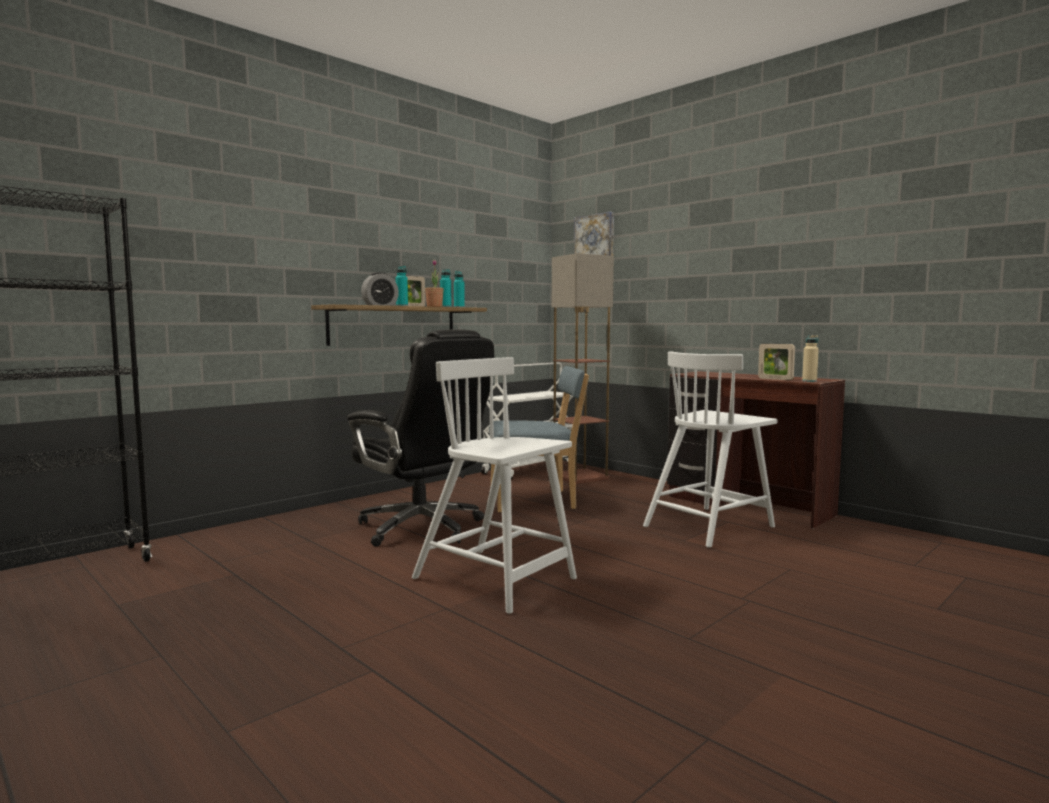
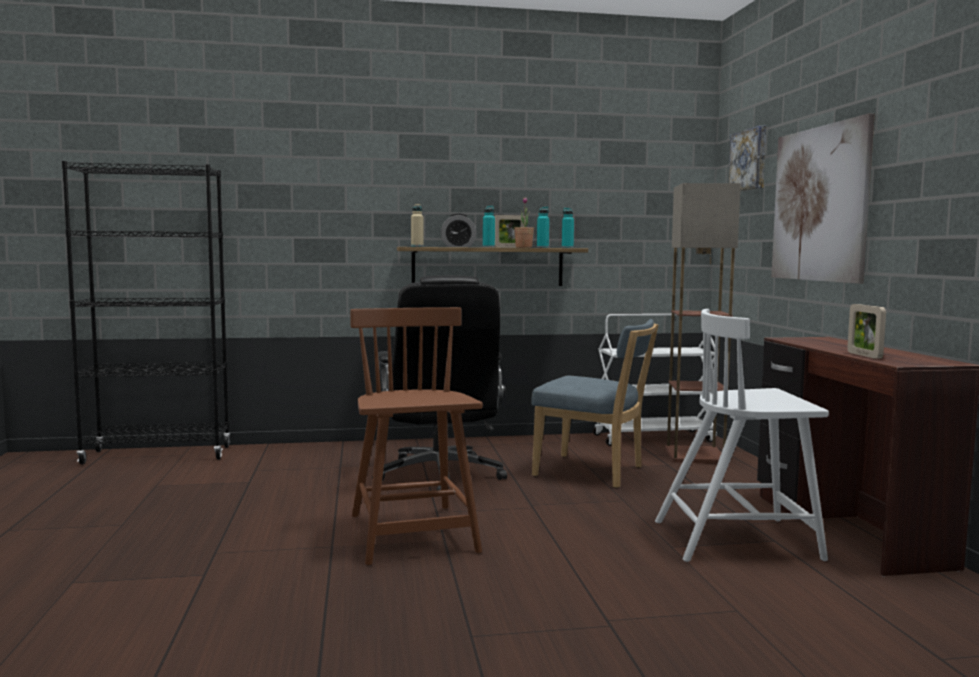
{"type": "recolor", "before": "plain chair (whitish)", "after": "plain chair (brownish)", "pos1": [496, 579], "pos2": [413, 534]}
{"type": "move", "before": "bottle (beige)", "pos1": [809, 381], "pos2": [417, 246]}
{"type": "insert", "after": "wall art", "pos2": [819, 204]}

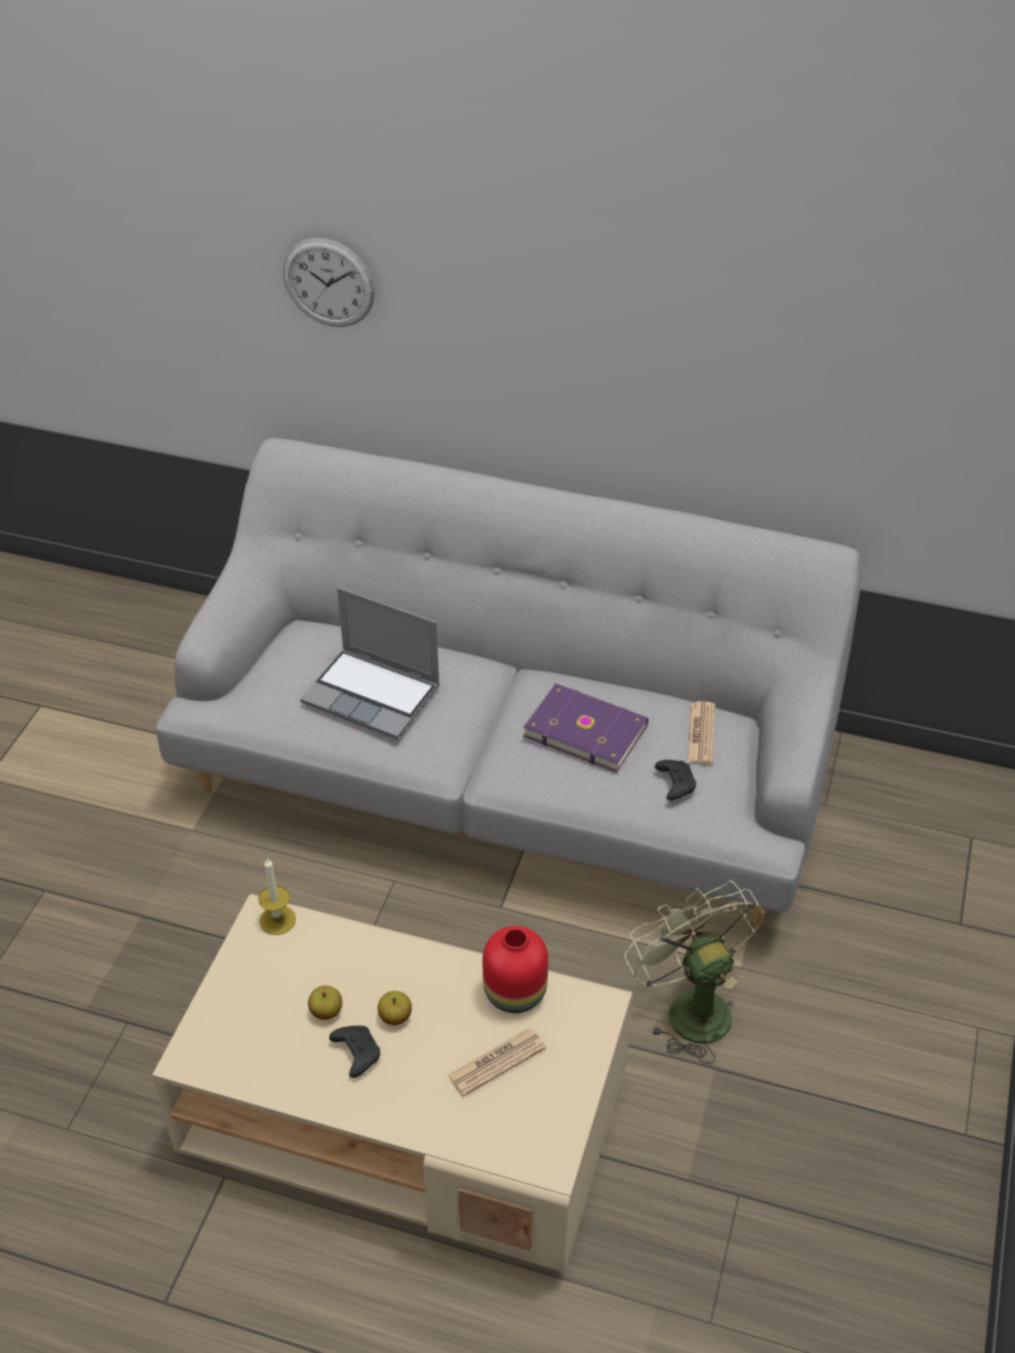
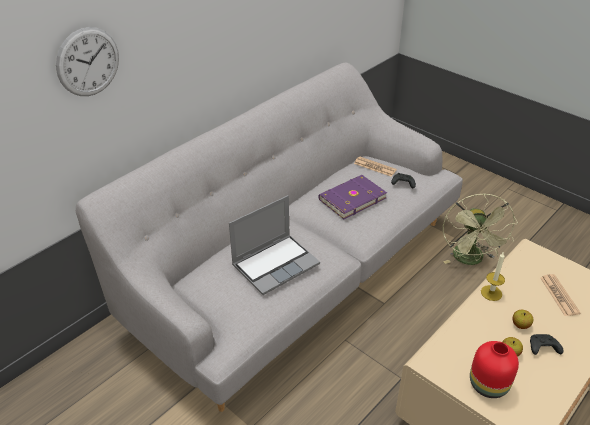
{"type": "move", "before": "wax light", "pos1": [277, 920], "pos2": [491, 293]}
{"type": "move", "before": "vase (red)", "pos1": [514, 991], "pos2": [487, 384]}
{"type": "rotate", "before": "fan (greenish)", "pos1": [689, 1006], "pos2": [470, 260], "turn": -90}

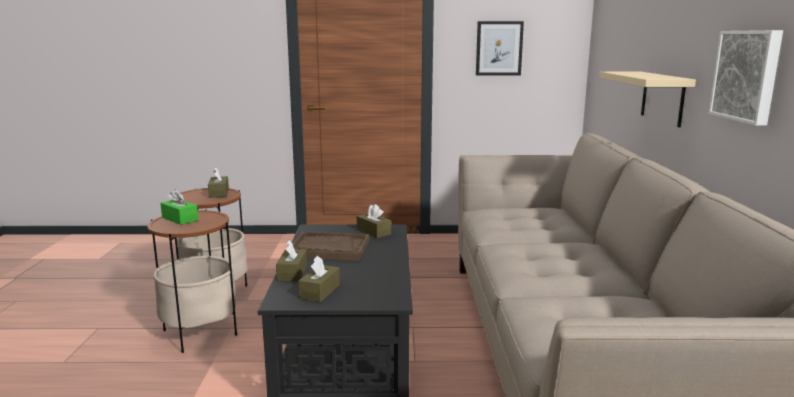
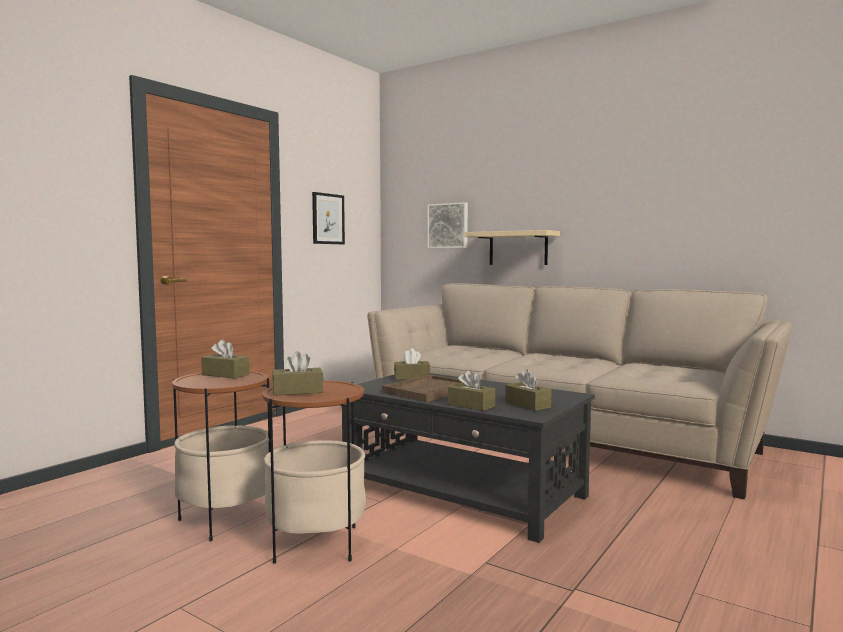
{"type": "recolor", "before": "box of tissues (greenish)", "after": "box of tissues (brownish)", "pos1": [180, 219], "pos2": [297, 391]}
{"type": "move", "before": "wall art", "pos1": [747, 75], "pos2": [448, 226]}

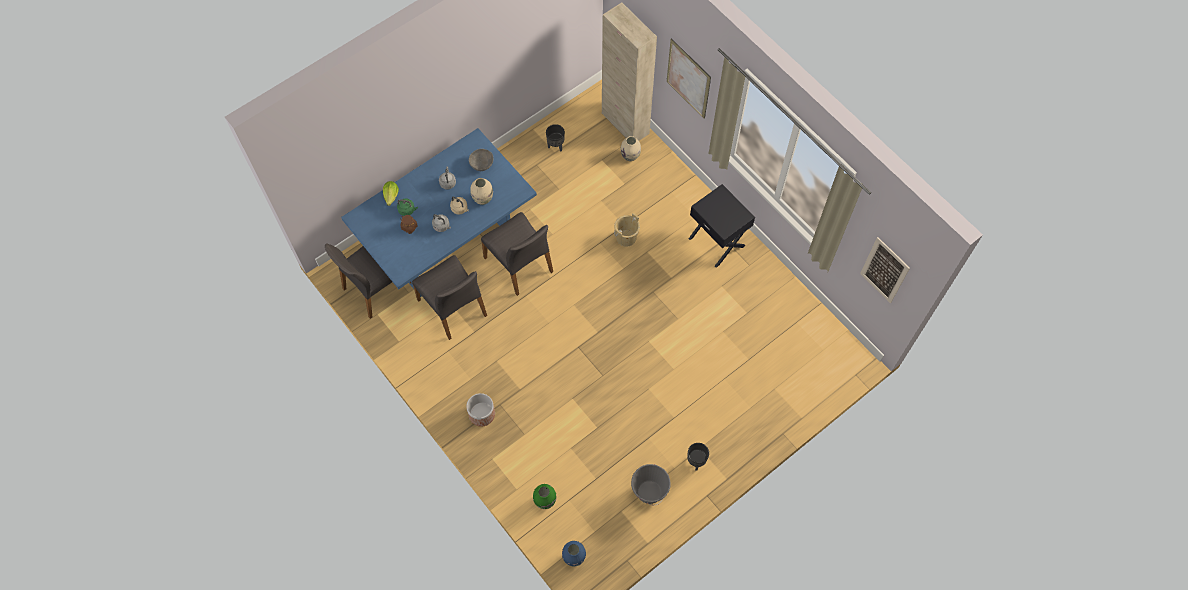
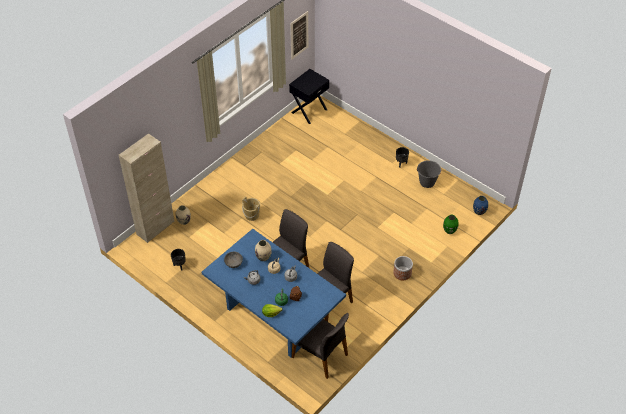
{"type": "delete", "before": "wall art", "pos1": [688, 79]}
{"type": "move", "before": "night table (blackish)", "pos1": [717, 241], "pos2": [309, 111]}

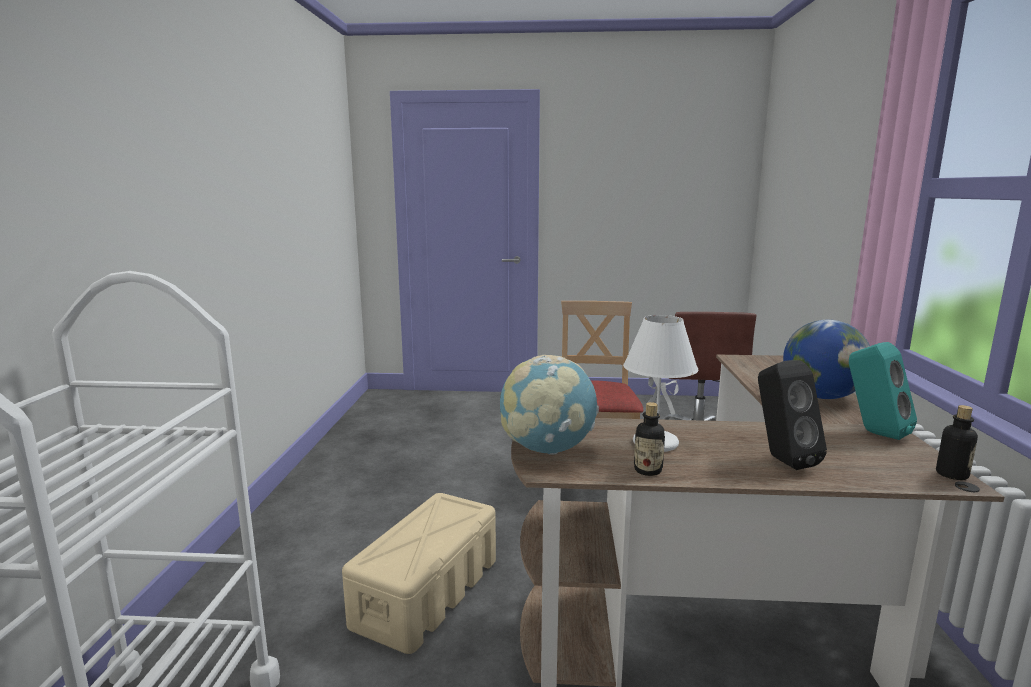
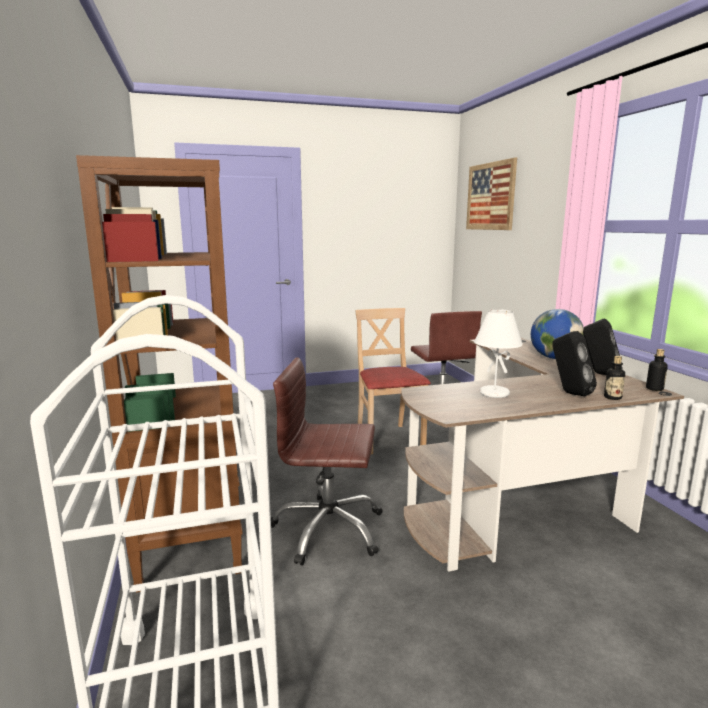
{"type": "replace", "before": "storage container (beige)", "after": "computer chair (brownish)", "pos1": [428, 591], "pos2": [328, 530]}
{"type": "delete", "before": "desk globe", "pos1": [547, 449]}
{"type": "move", "before": "bottle", "pos1": [647, 470], "pos2": [612, 397]}
{"type": "recolor", "before": "audio speaker (blue-green)", "after": "audio speaker (blackish)", "pos1": [873, 432], "pos2": [599, 373]}
{"type": "insert", "after": "bookshelf (brownish)", "pos2": [191, 543]}
{"type": "insert", "after": "wall art", "pos2": [490, 196]}

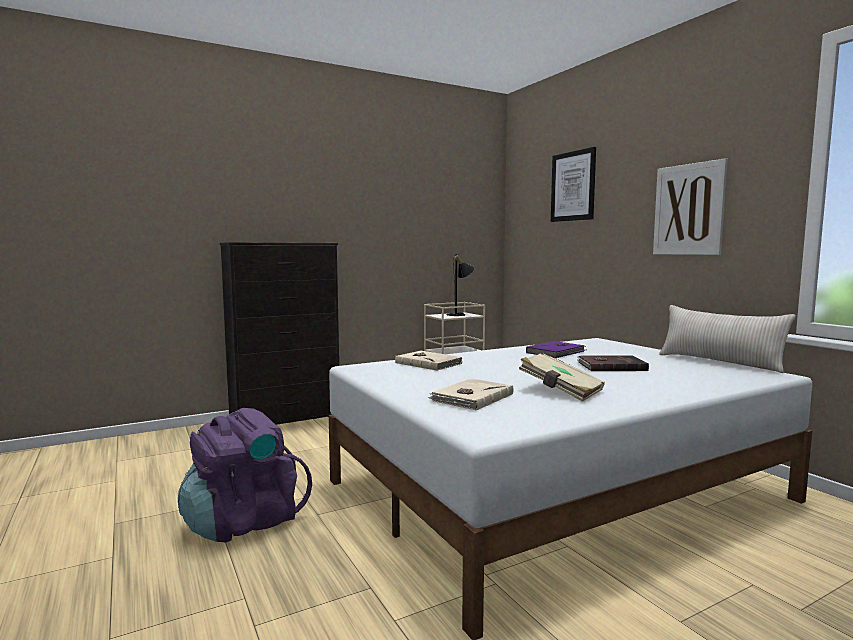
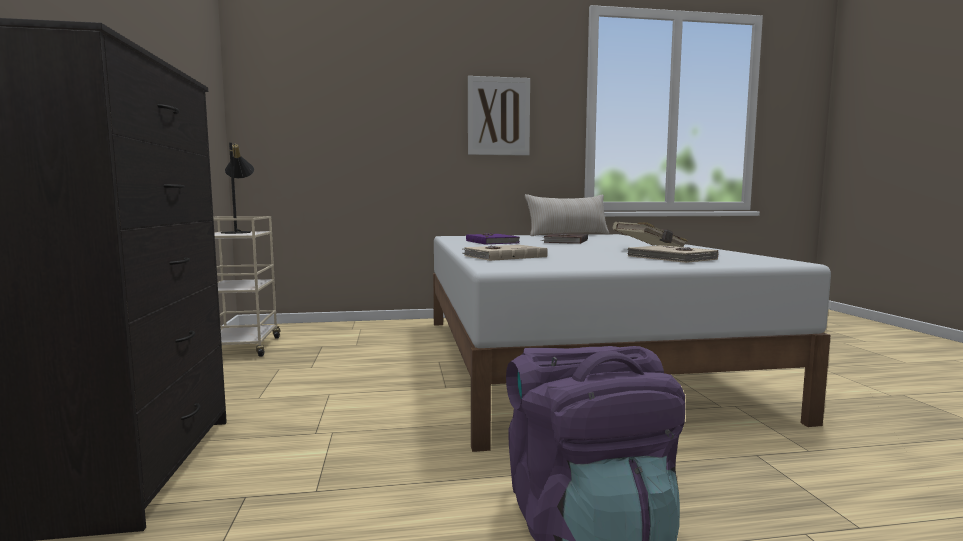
{"type": "delete", "before": "wall art", "pos1": [573, 186]}

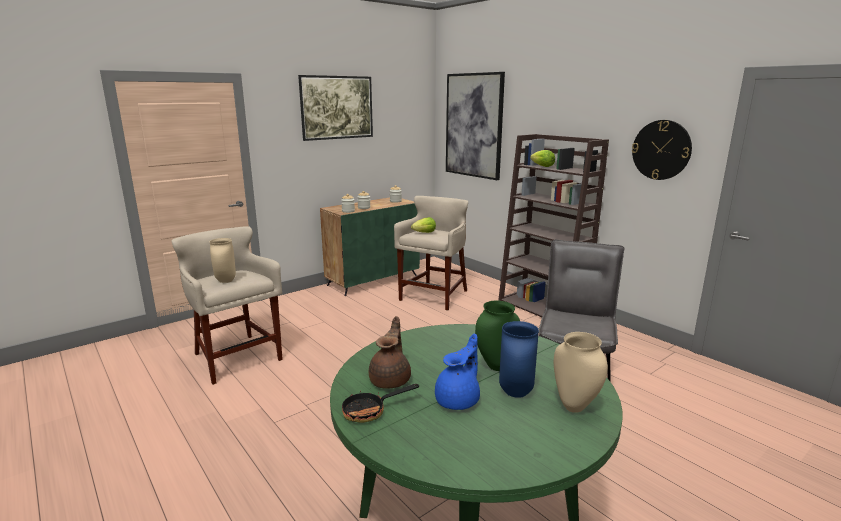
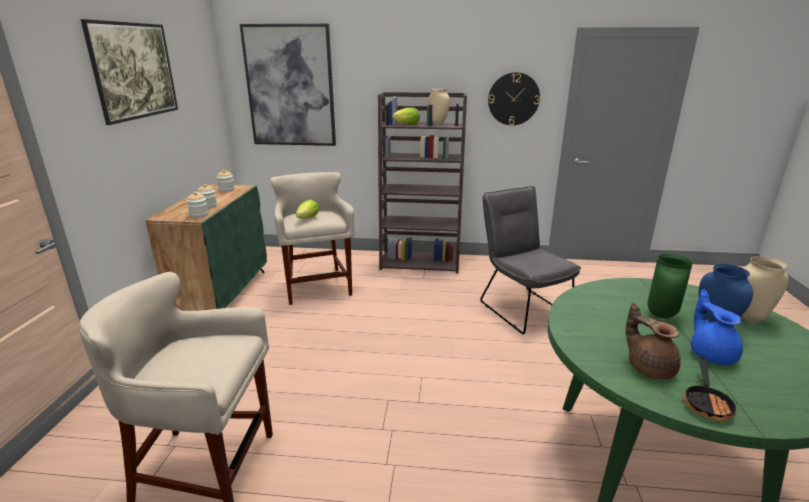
{"type": "move", "before": "vase (beige)", "pos1": [225, 281], "pos2": [437, 124]}

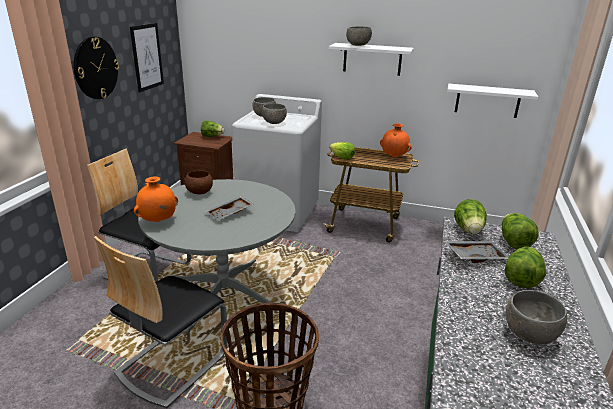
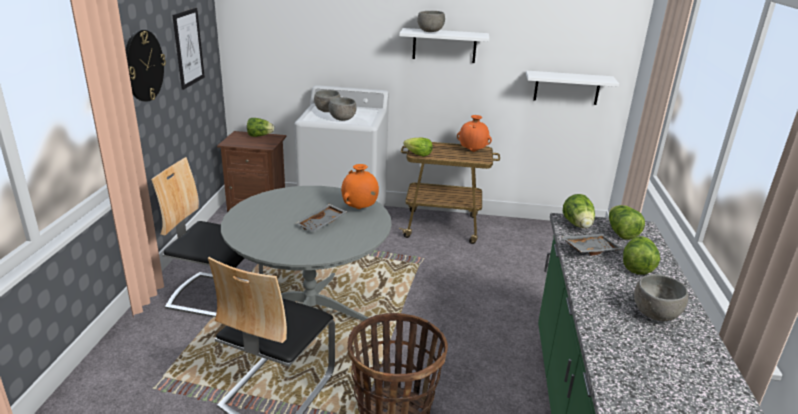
{"type": "move", "before": "vase (orange-coloured)", "pos1": [158, 221], "pos2": [359, 208]}
{"type": "delete", "before": "bowl (brownish)", "pos1": [199, 193]}

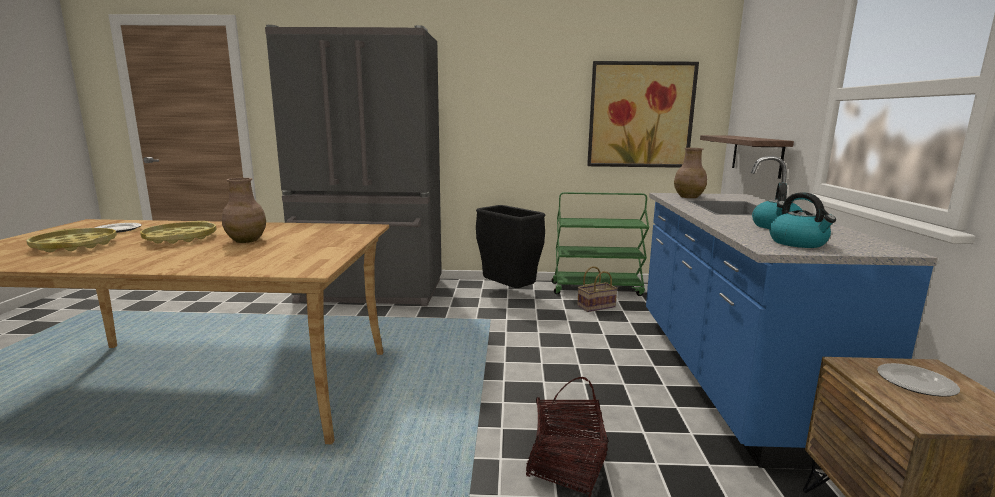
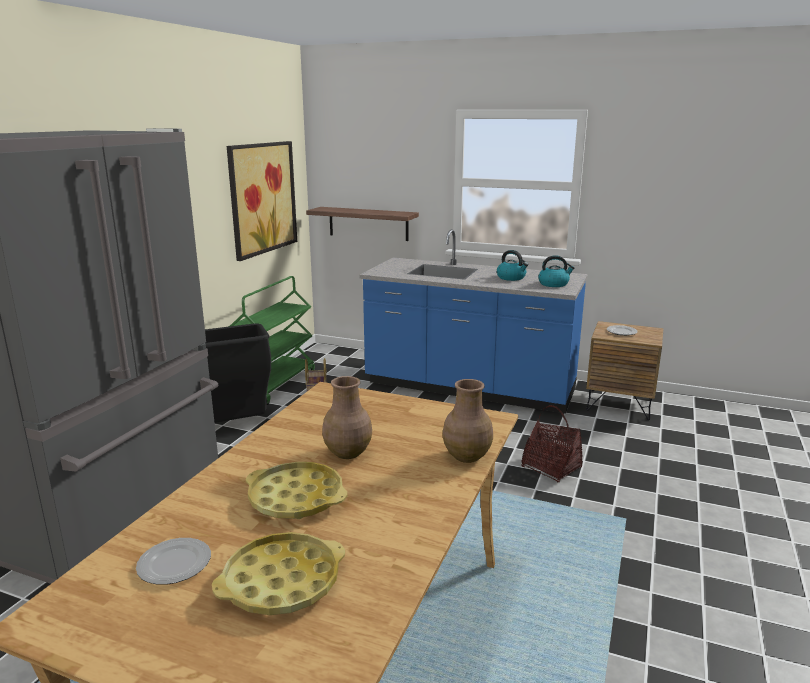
{"type": "move", "before": "vase (brownish)", "pos1": [689, 197], "pos2": [467, 456]}

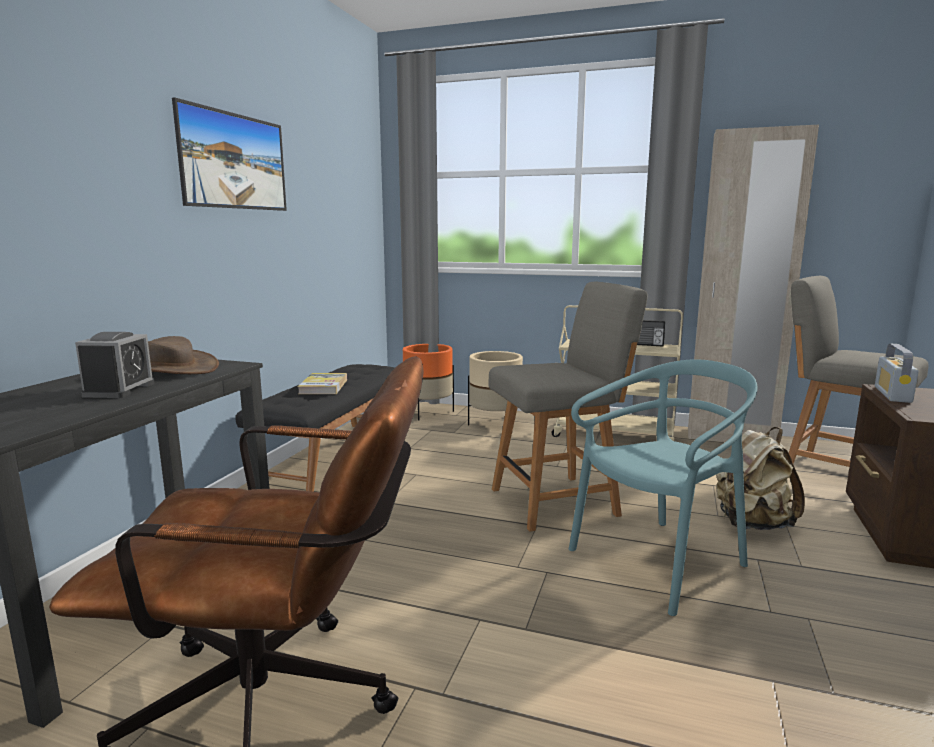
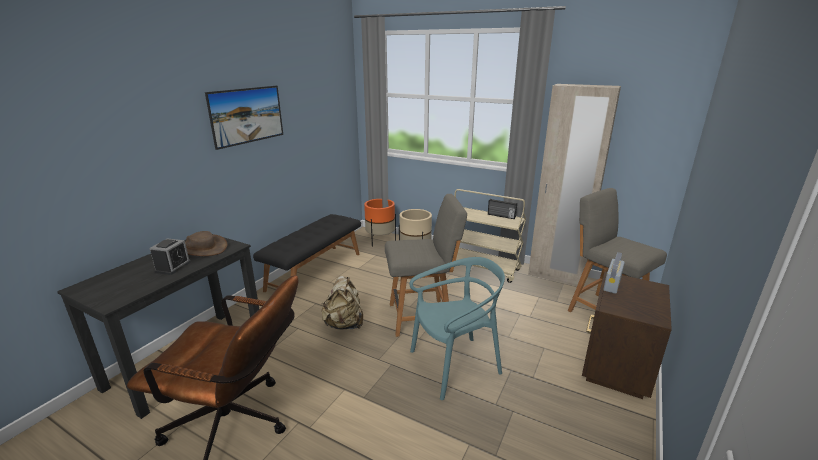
{"type": "delete", "before": "bound book", "pos1": [323, 386]}
{"type": "move", "before": "knapsack (beige)", "pos1": [752, 524], "pos2": [344, 324]}

